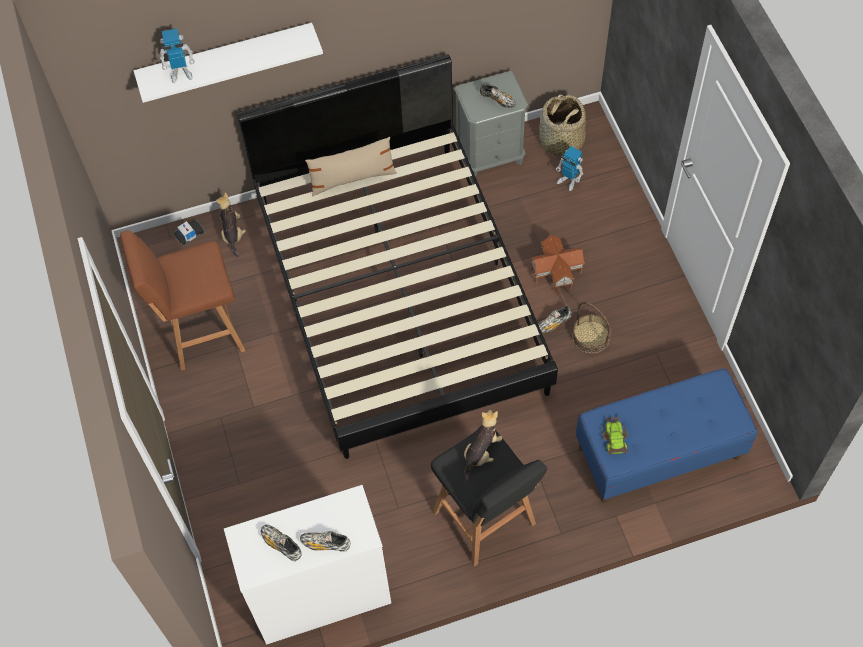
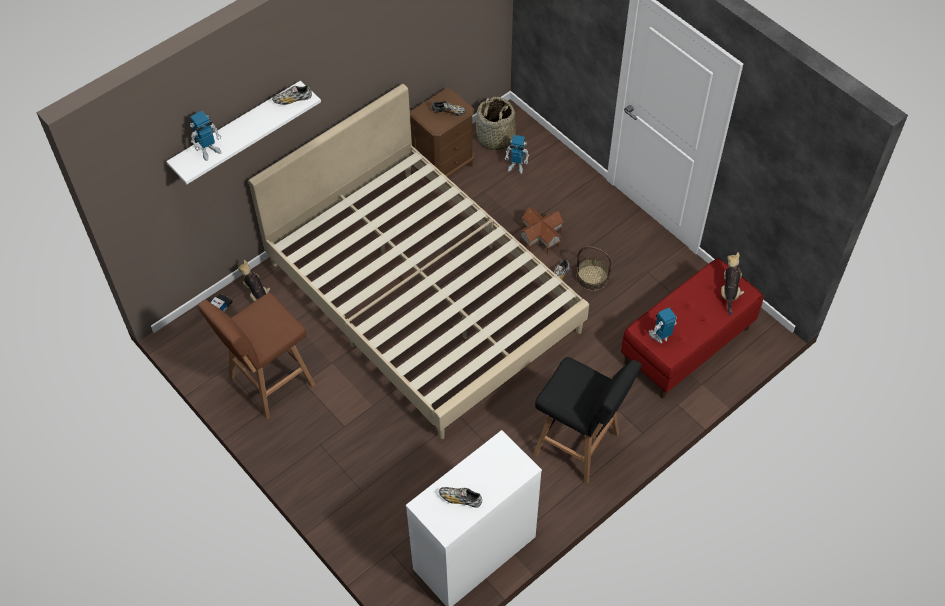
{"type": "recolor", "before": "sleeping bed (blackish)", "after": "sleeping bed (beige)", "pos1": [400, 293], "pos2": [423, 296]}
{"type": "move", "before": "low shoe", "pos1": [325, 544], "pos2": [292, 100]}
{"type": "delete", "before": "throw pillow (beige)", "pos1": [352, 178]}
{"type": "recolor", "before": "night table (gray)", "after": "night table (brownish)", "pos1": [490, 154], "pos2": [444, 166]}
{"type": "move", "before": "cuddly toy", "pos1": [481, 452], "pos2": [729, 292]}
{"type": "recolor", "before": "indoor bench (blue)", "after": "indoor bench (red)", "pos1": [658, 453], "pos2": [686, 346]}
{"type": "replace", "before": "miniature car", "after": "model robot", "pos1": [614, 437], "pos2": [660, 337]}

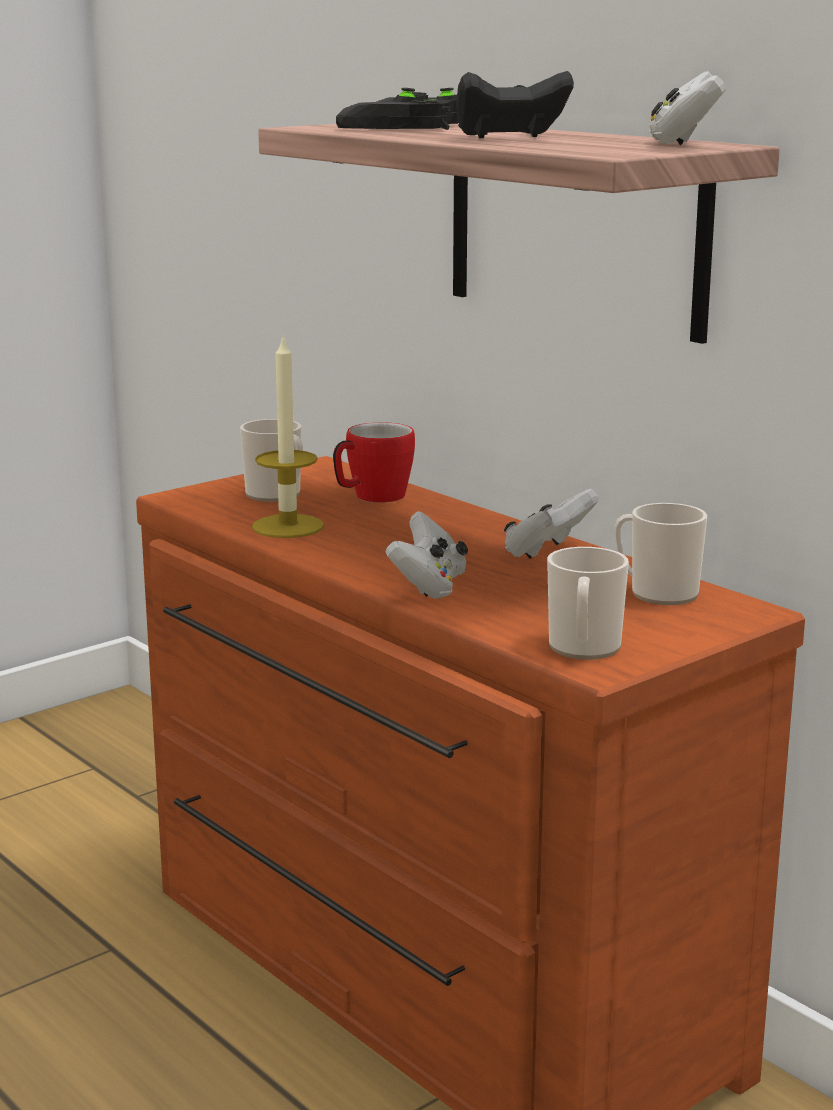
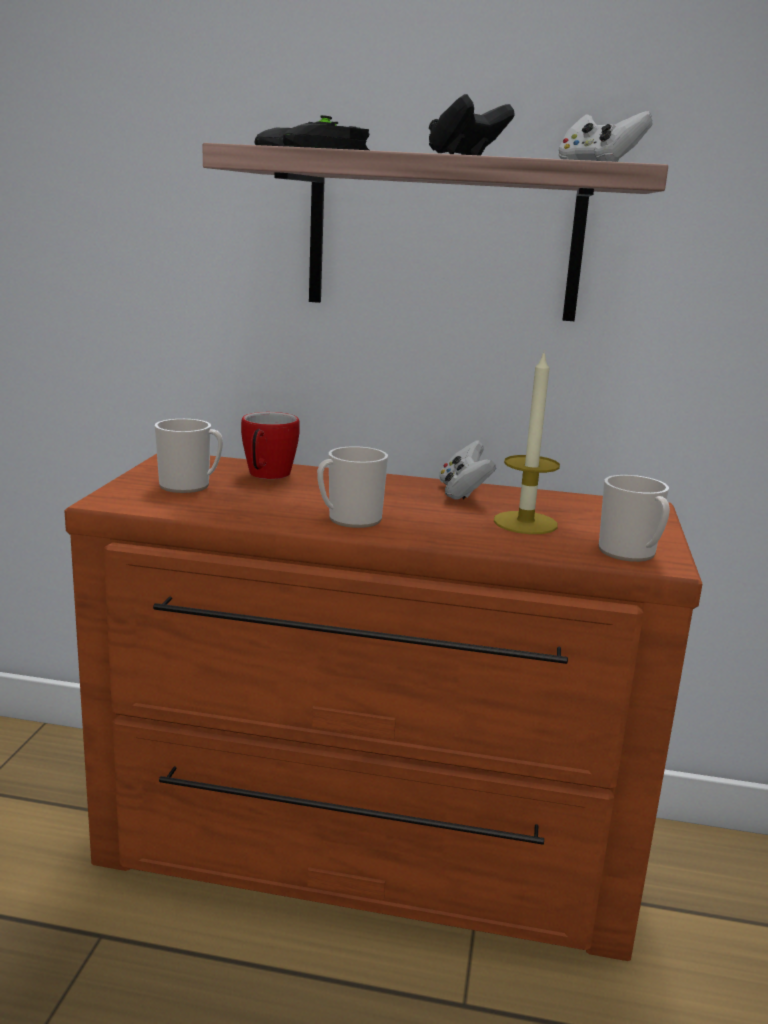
{"type": "move", "before": "wax light", "pos1": [288, 526], "pos2": [525, 523]}
{"type": "delete", "before": "game controller (whitish)", "pos1": [429, 586]}
{"type": "move", "before": "mug", "pos1": [656, 593], "pos2": [349, 519]}

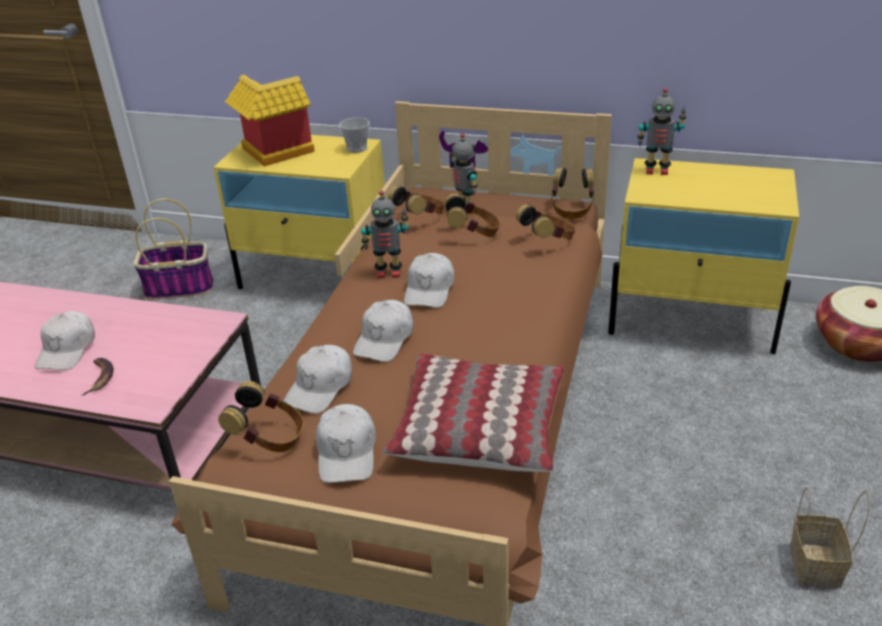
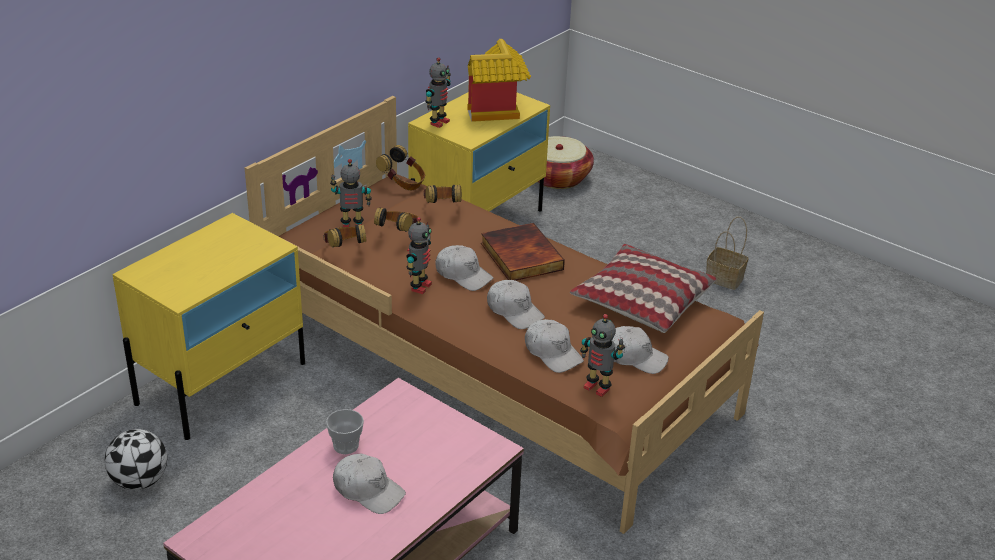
{"type": "delete", "before": "whole banana", "pos1": [100, 377]}
{"type": "replace", "before": "household basket", "after": "football ball", "pos1": [181, 287], "pos2": [139, 481]}
{"type": "replace", "before": "headphones", "after": "model robot", "pos1": [269, 439], "pos2": [597, 387]}
{"type": "move", "before": "model house", "pos1": [272, 153], "pos2": [497, 112]}
{"type": "move", "before": "drinking cup", "pos1": [357, 148], "pos2": [346, 446]}
{"type": "insert", "after": "bound book", "pos2": [520, 256]}

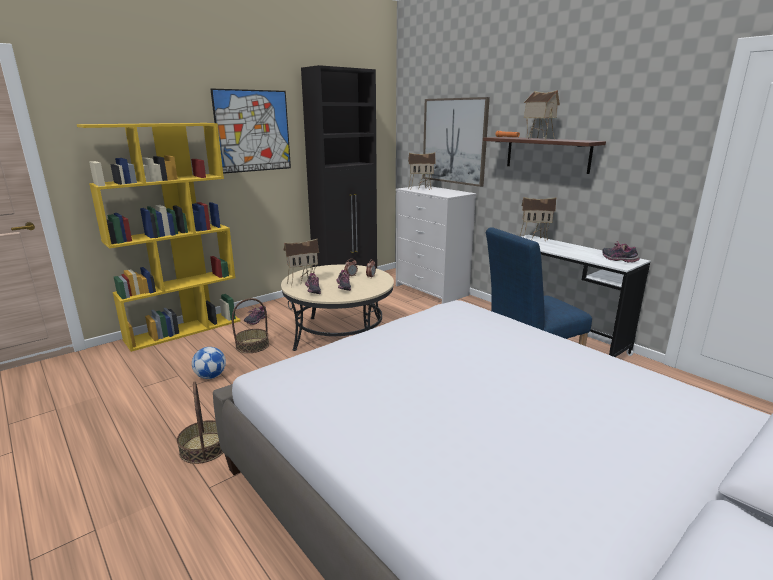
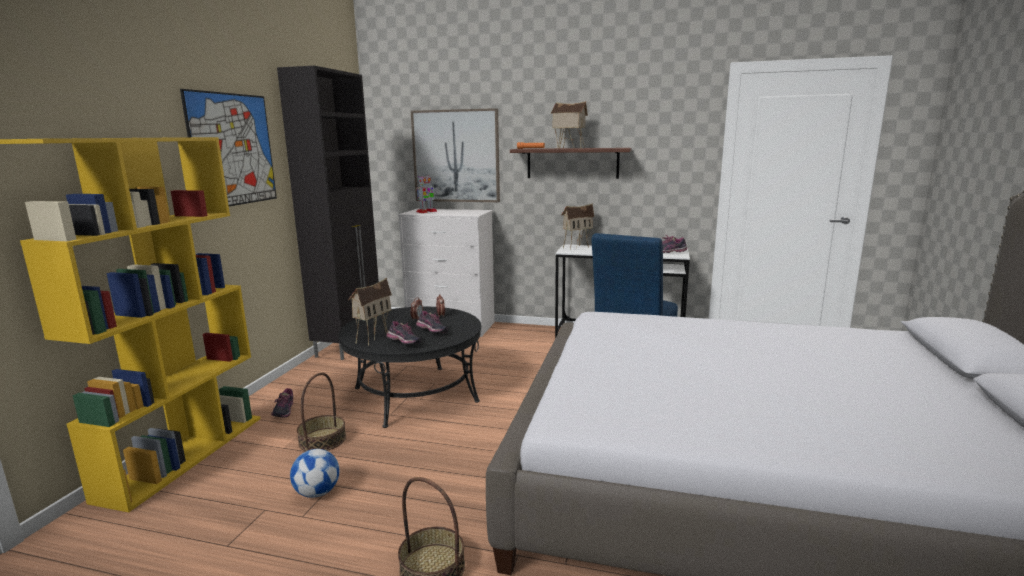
{"type": "recolor", "before": "lounge table (beige)", "after": "lounge table (blackish)", "pos1": [340, 334], "pos2": [415, 394]}
{"type": "replace", "before": "model house", "after": "model robot", "pos1": [420, 189], "pos2": [426, 212]}

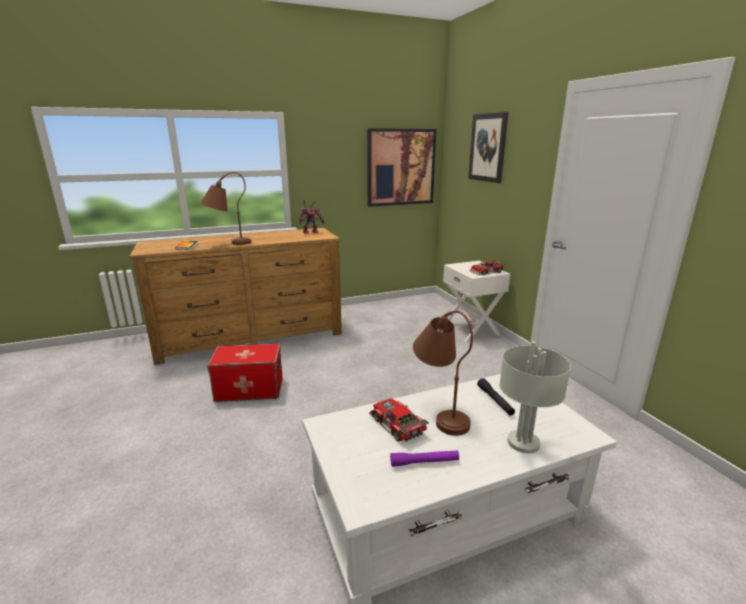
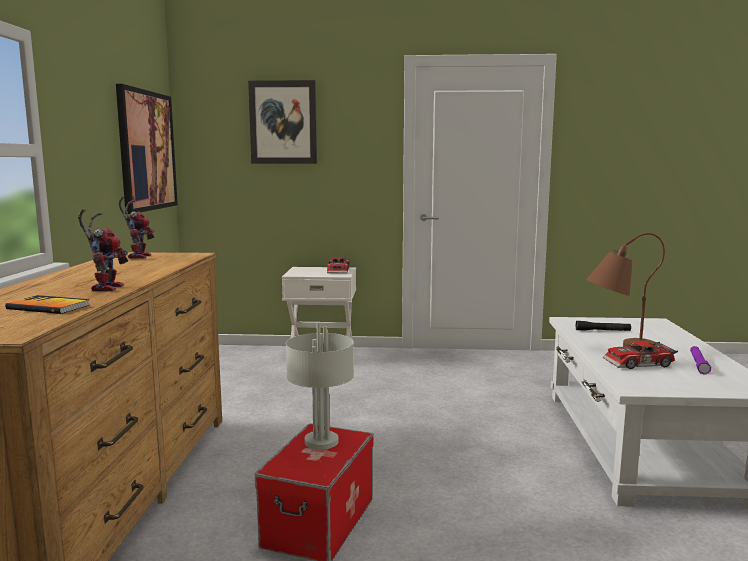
{"type": "replace", "before": "table lamp (brownish)", "after": "model robot", "pos1": [228, 244], "pos2": [106, 288]}
{"type": "move", "before": "table lamp (gray)", "pos1": [523, 442], "pos2": [320, 441]}

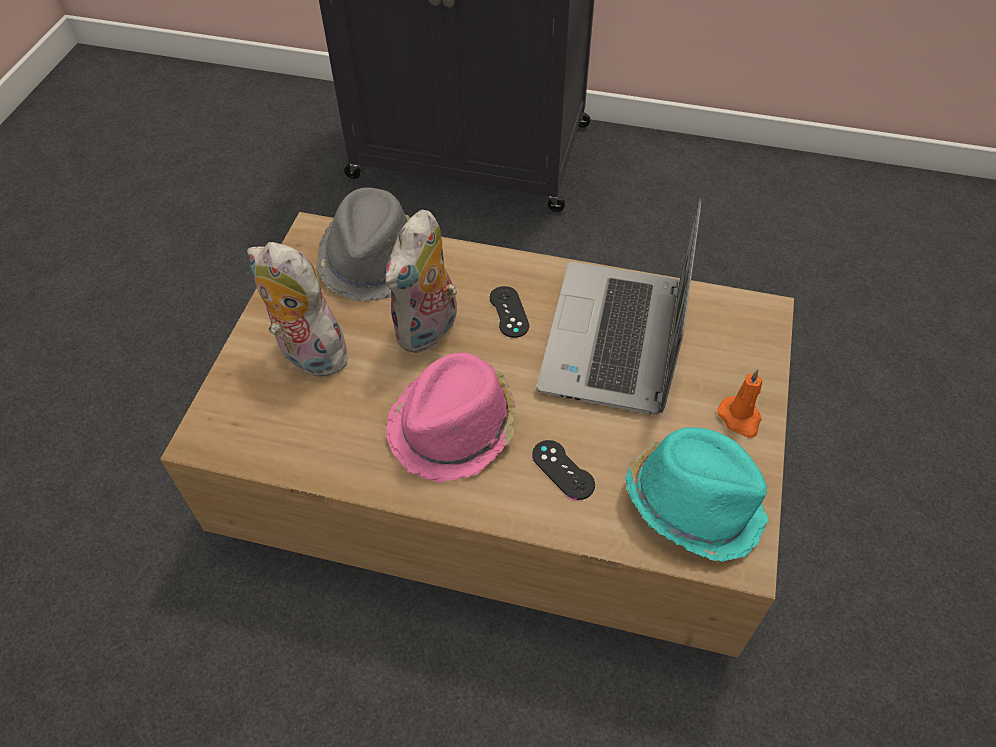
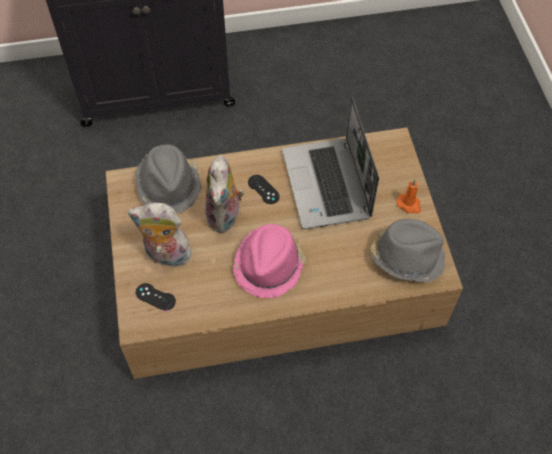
{"type": "move", "before": "game controller (blackish)", "pos1": [563, 470], "pos2": [155, 297]}
{"type": "recolor", "before": "wearable hat (blue-green)", "after": "wearable hat (gray)", "pos1": [694, 502], "pos2": [406, 257]}

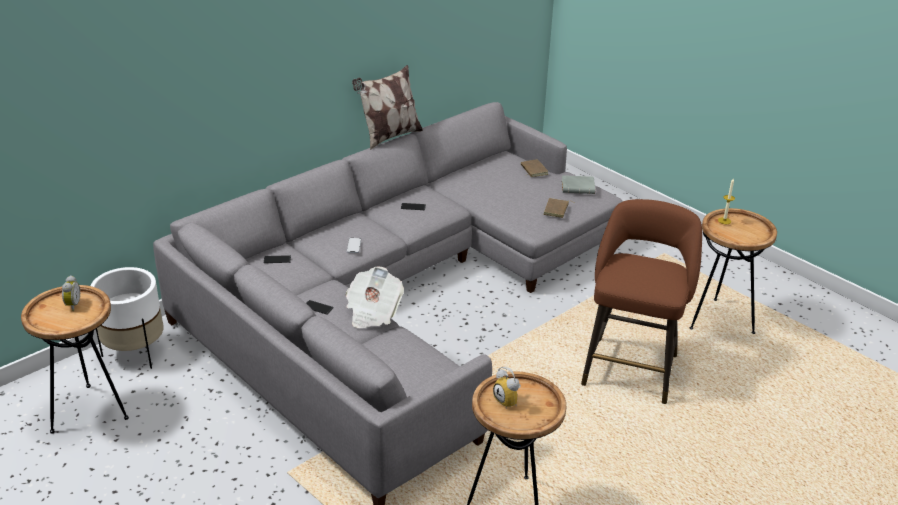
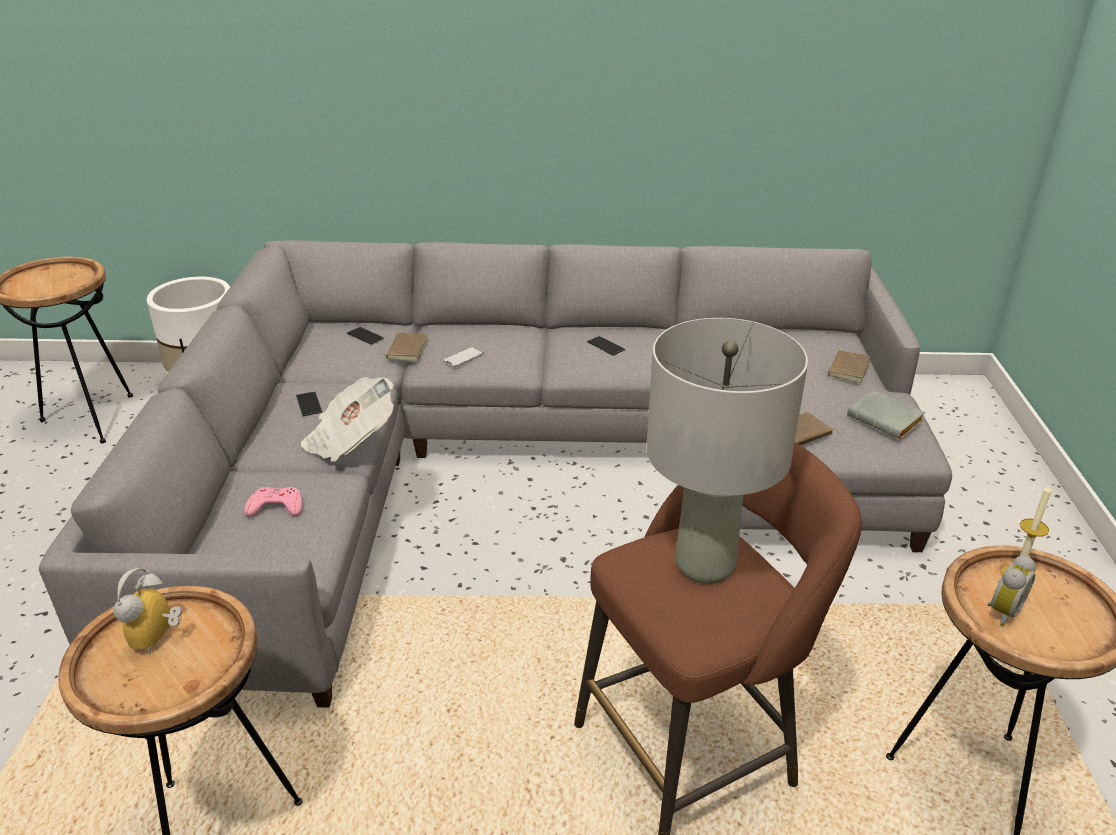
{"type": "move", "before": "alarm clock", "pos1": [72, 305], "pos2": [1001, 611]}
{"type": "delete", "before": "throw pillow", "pos1": [389, 136]}
{"type": "insert", "after": "game controller (pink)", "pos2": [276, 507]}
{"type": "insert", "after": "bound book (brownish)", "pos2": [405, 349]}
{"type": "insert", "after": "table lamp (gray)", "pos2": [704, 564]}

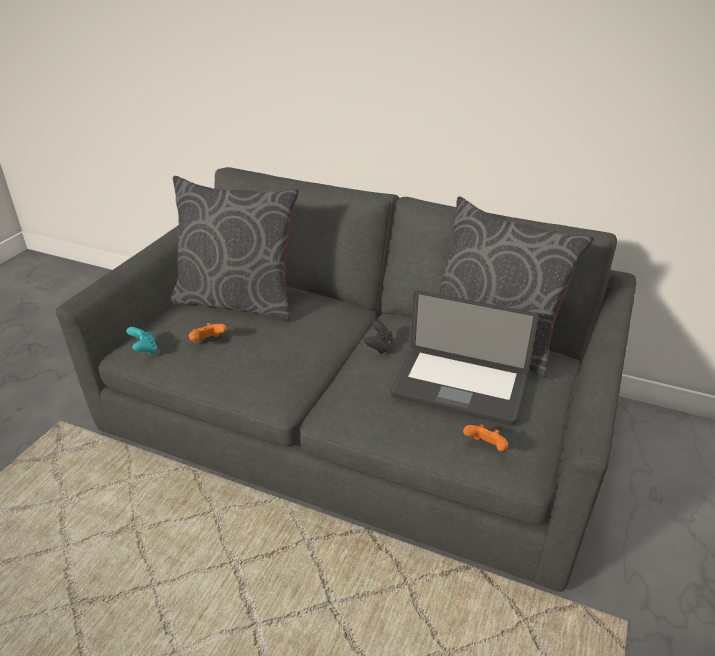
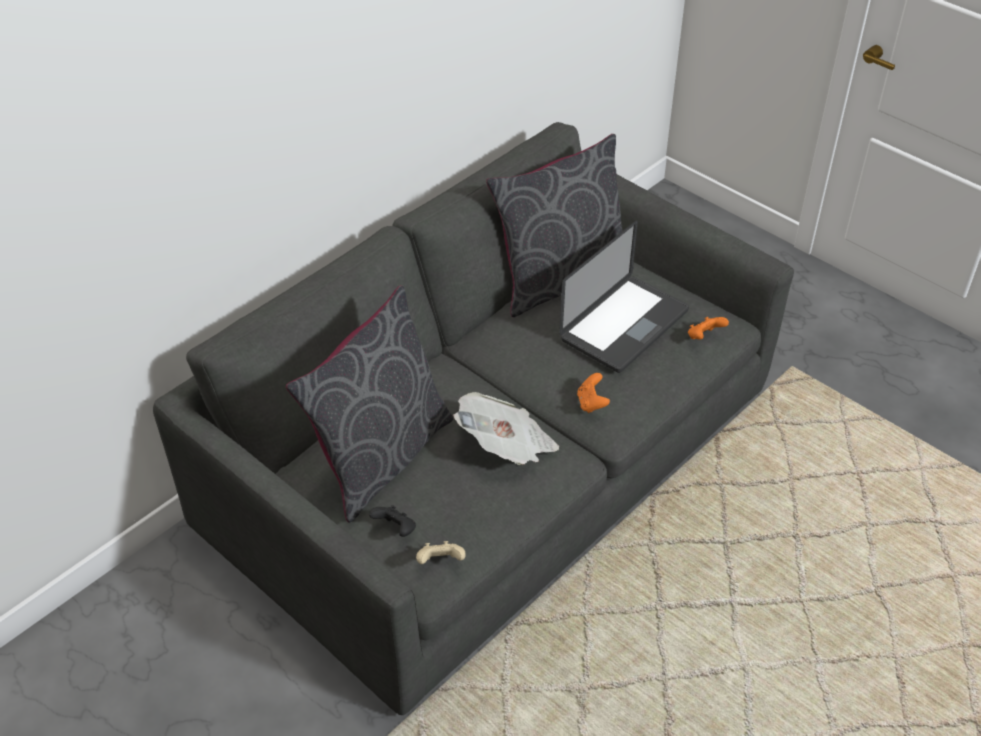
{"type": "recolor", "before": "game controller (blue-green)", "after": "game controller (beige)", "pos1": [144, 350], "pos2": [440, 562]}
{"type": "move", "before": "game controller (orange-coloured)", "pos1": [208, 342], "pos2": [591, 403]}
{"type": "move", "before": "game controller (blackish)", "pos1": [379, 347], "pos2": [396, 529]}
{"type": "insert", "after": "newspaper", "pos2": [507, 447]}

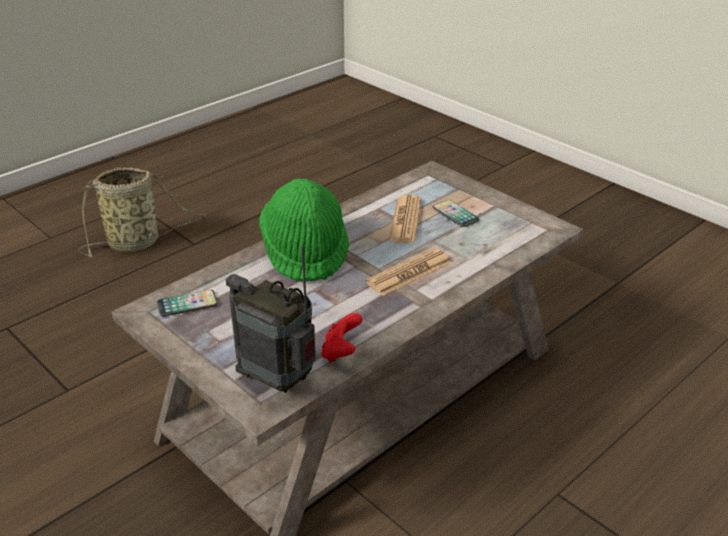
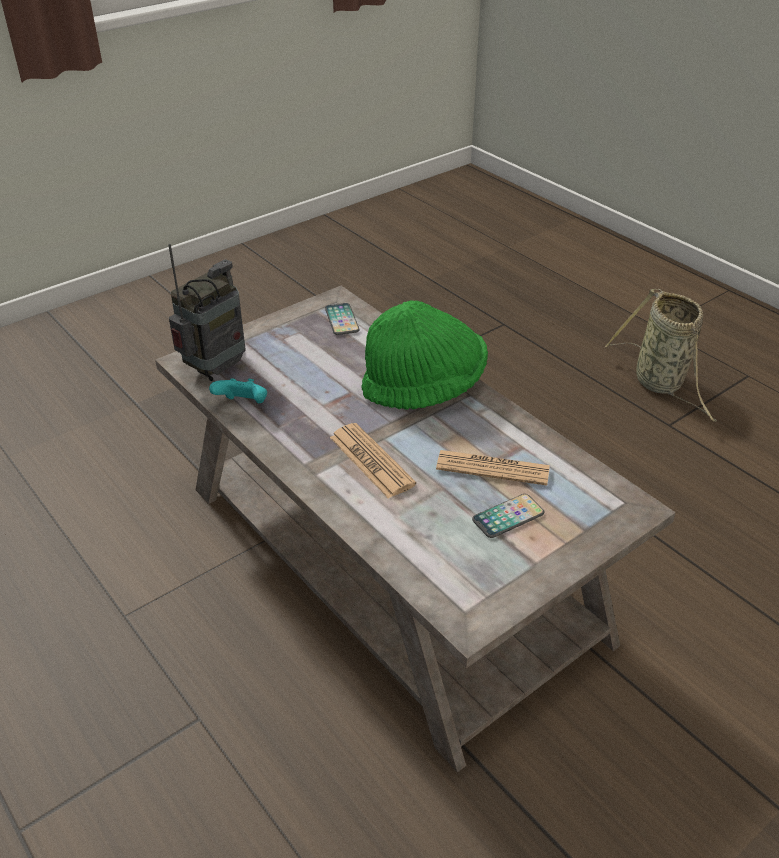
{"type": "recolor", "before": "game controller (red)", "after": "game controller (blue-green)", "pos1": [341, 352], "pos2": [243, 405]}

